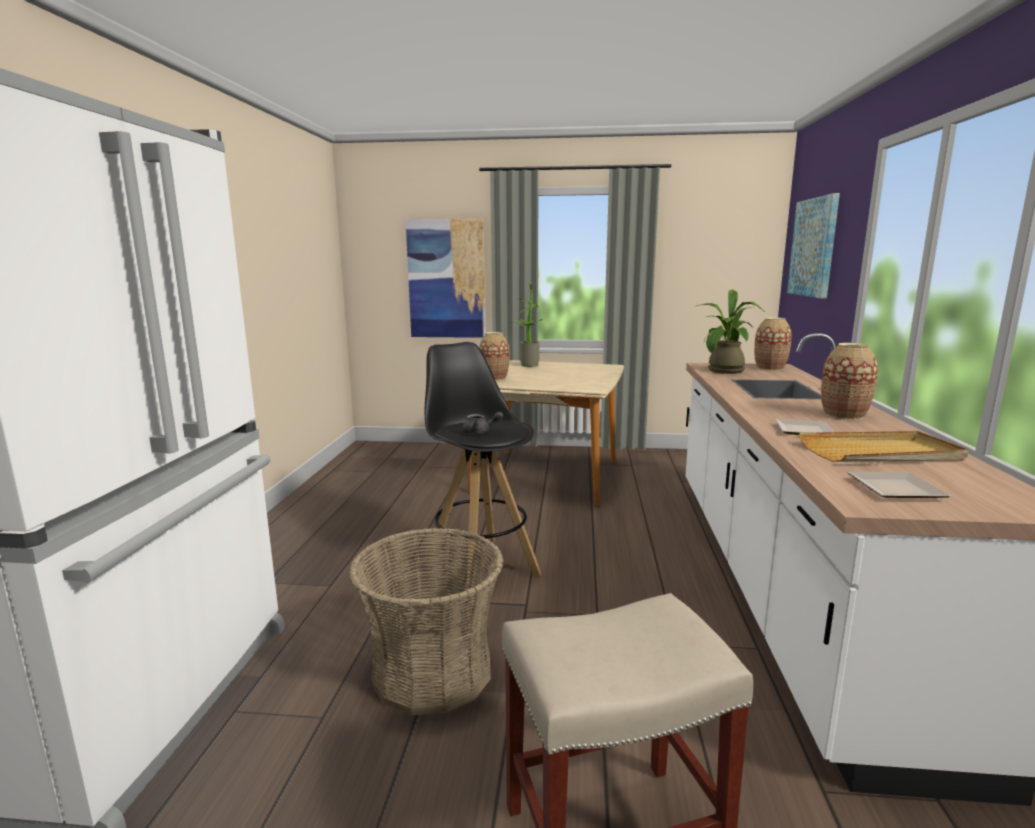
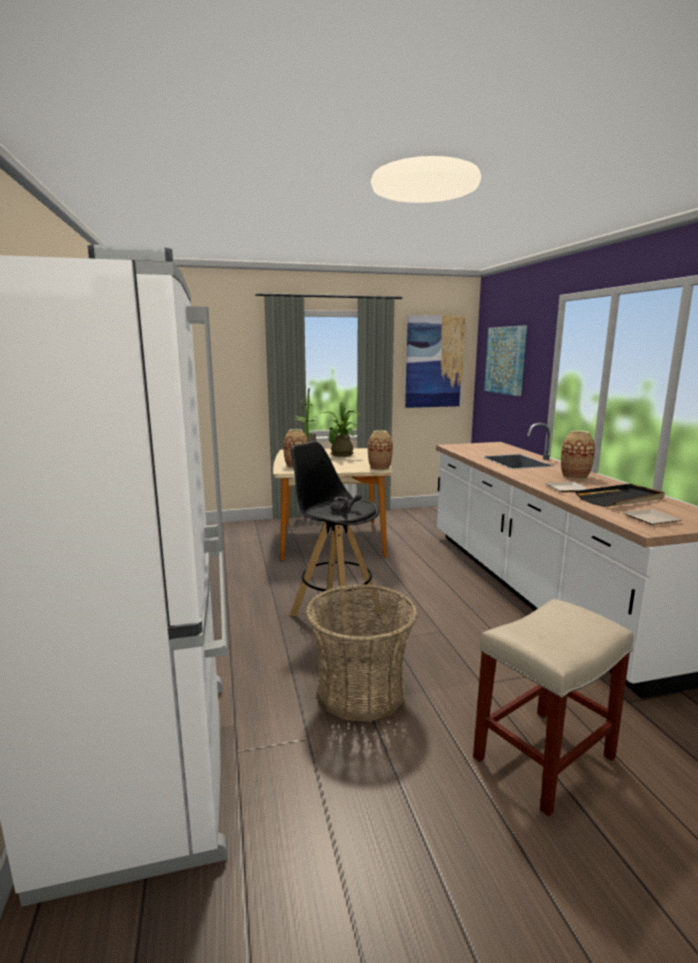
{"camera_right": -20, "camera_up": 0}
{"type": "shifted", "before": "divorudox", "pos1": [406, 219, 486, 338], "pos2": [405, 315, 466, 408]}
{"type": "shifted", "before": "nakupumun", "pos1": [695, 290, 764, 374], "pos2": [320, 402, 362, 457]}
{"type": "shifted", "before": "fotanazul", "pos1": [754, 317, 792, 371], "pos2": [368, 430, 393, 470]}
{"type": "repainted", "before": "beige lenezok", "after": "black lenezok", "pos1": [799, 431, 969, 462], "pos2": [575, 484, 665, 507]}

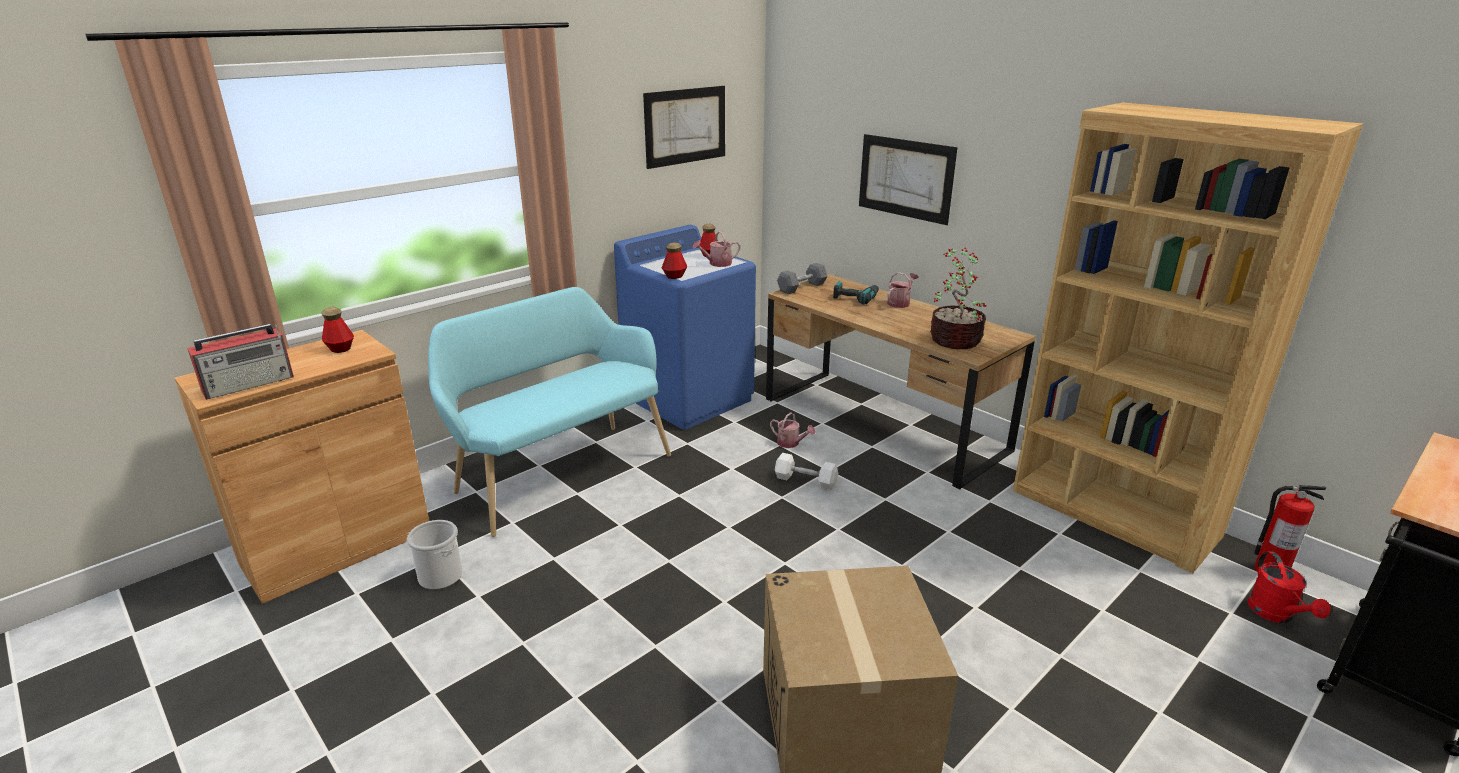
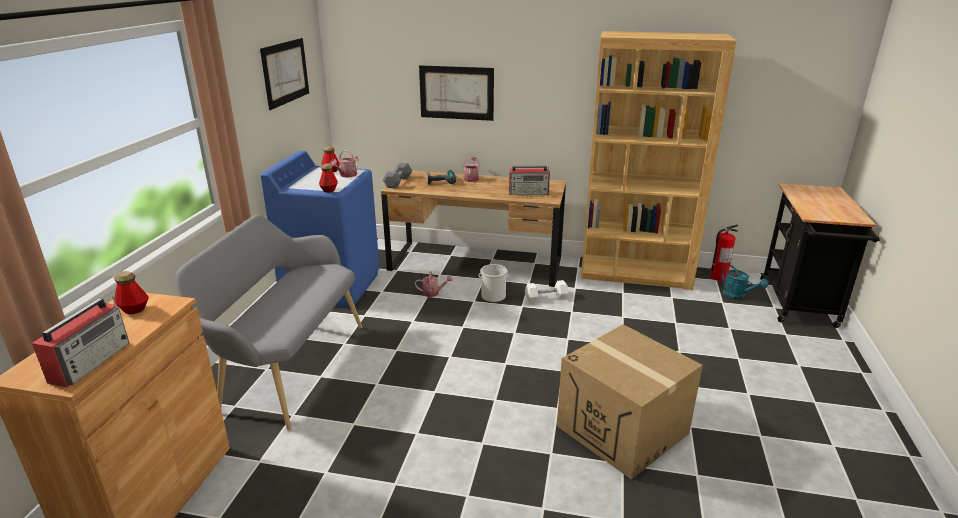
{"camera_right": -35, "camera_up": 0}
{"type": "swapped", "before": "nakupumun", "after": "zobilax", "pos1": [930, 247, 987, 349], "pos2": [509, 166, 550, 195]}
{"type": "repainted", "before": "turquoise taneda", "after": "grey taneda", "pos1": [428, 287, 671, 537], "pos2": [176, 215, 362, 430]}
{"type": "shifted", "before": "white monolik", "pos1": [775, 453, 838, 490], "pos2": [525, 280, 568, 302]}
{"type": "shifted", "before": "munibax", "pos1": [407, 520, 463, 590], "pos2": [478, 264, 509, 302]}
{"type": "repainted", "before": "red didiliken", "after": "turquoise didiliken", "pos1": [1247, 551, 1331, 623], "pos2": [721, 265, 768, 300]}

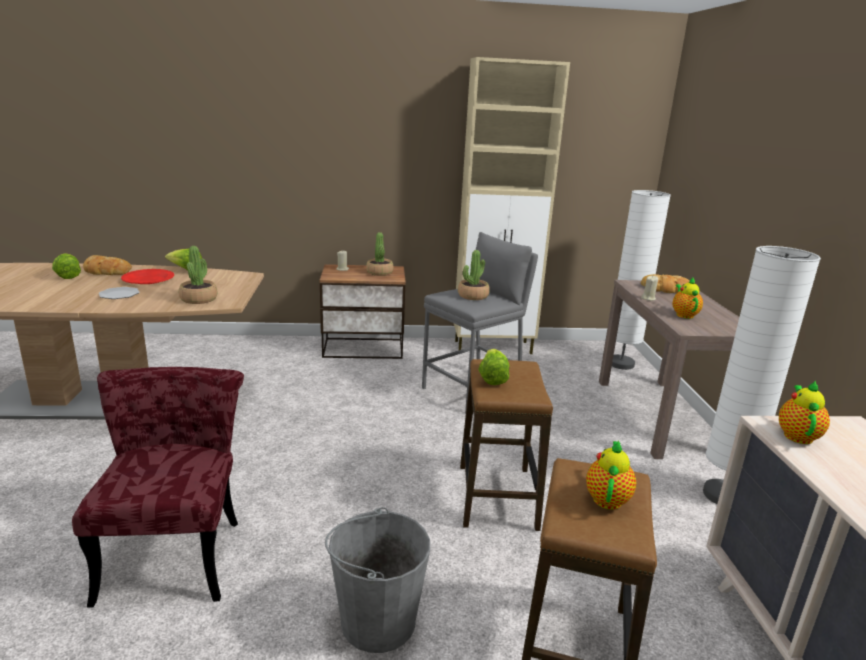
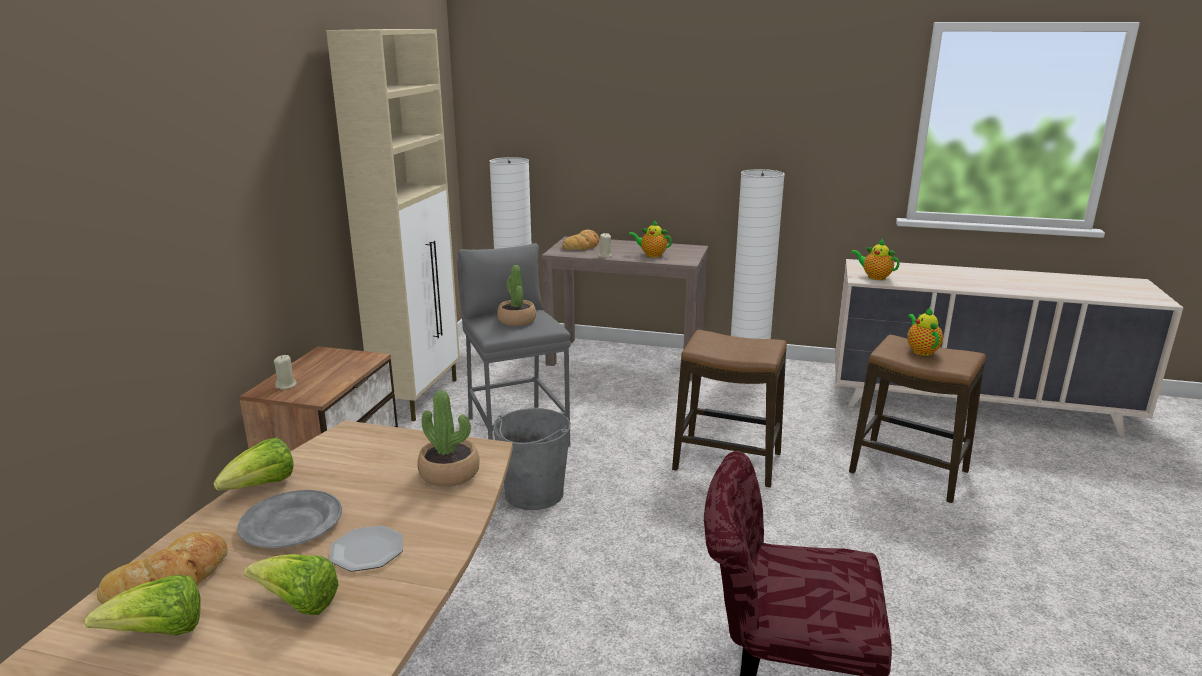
{"camera_right": -70, "camera_up": 0}
{"type": "gone", "before": "nakupumun", "pos1": [366, 232, 393, 276]}
{"type": "repainted", "before": "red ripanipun", "after": "grey ripanipun", "pos1": [121, 269, 174, 284], "pos2": [237, 490, 342, 548]}
{"type": "shifted", "before": "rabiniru", "pos1": [478, 349, 509, 385], "pos2": [244, 554, 339, 615]}
{"type": "rotated", "before": "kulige", "pos1": [586, 441, 636, 510], "pos2": [907, 307, 943, 356], "turn": 45}
{"type": "shifted", "before": "grey munibax", "pos1": [325, 507, 430, 653], "pos2": [493, 408, 571, 510]}

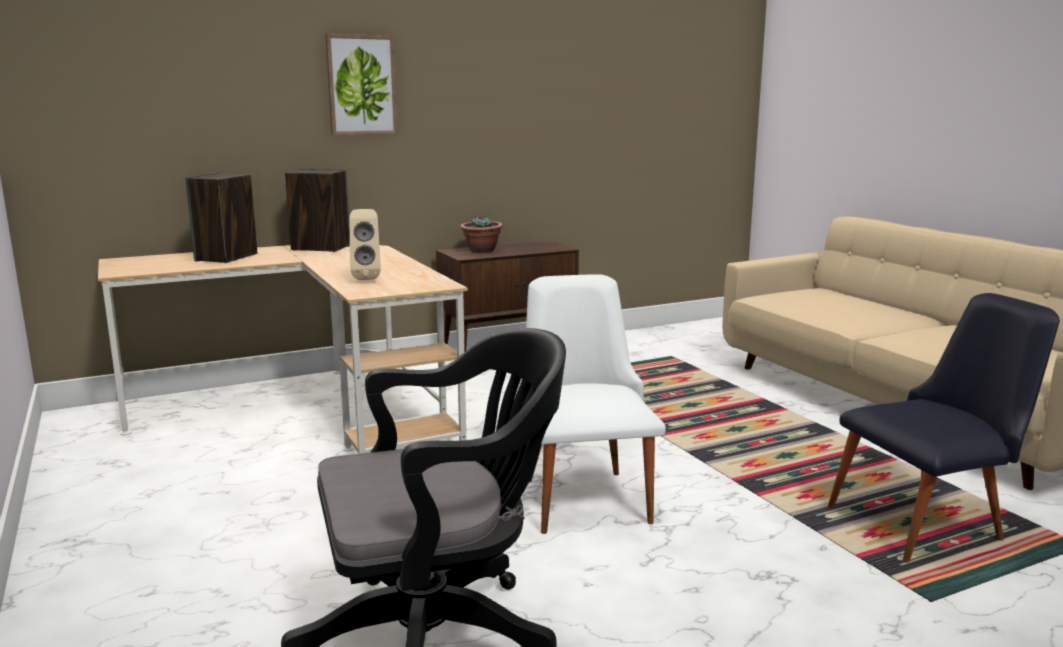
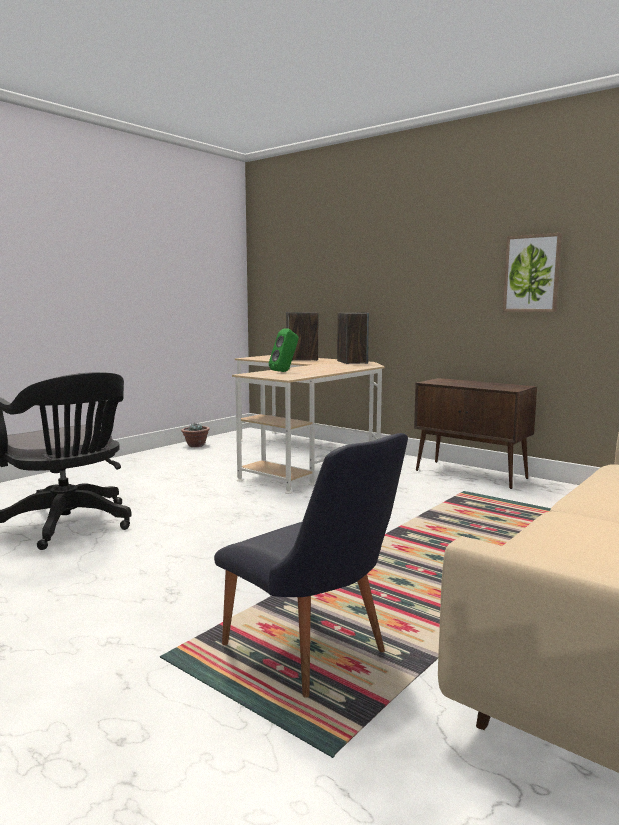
{"camera_right": 65, "camera_up": -5}
{"type": "shifted", "before": "divorudox", "pos1": [325, 34, 398, 135], "pos2": [503, 233, 562, 312]}
{"type": "repainted", "before": "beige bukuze", "after": "green bukuze", "pos1": [350, 209, 381, 280], "pos2": [269, 328, 299, 372]}
{"type": "shifted", "before": "nakupumun", "pos1": [460, 216, 503, 253], "pos2": [181, 423, 210, 447]}
{"type": "gone", "before": "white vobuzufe", "pos1": [517, 274, 666, 534]}

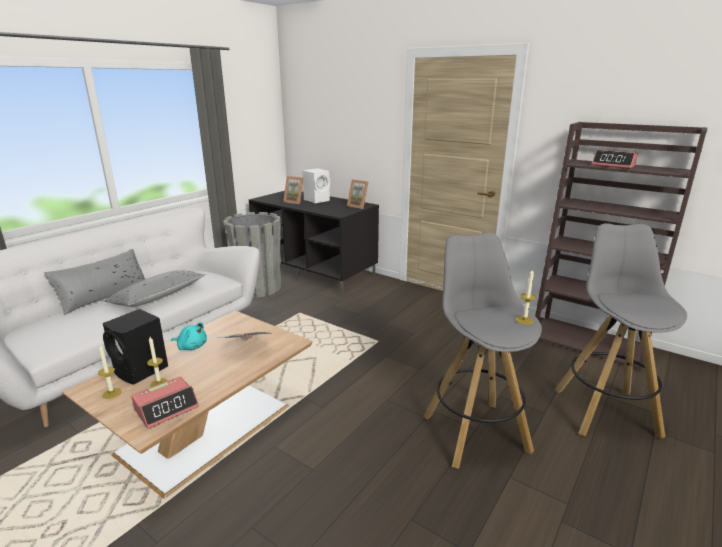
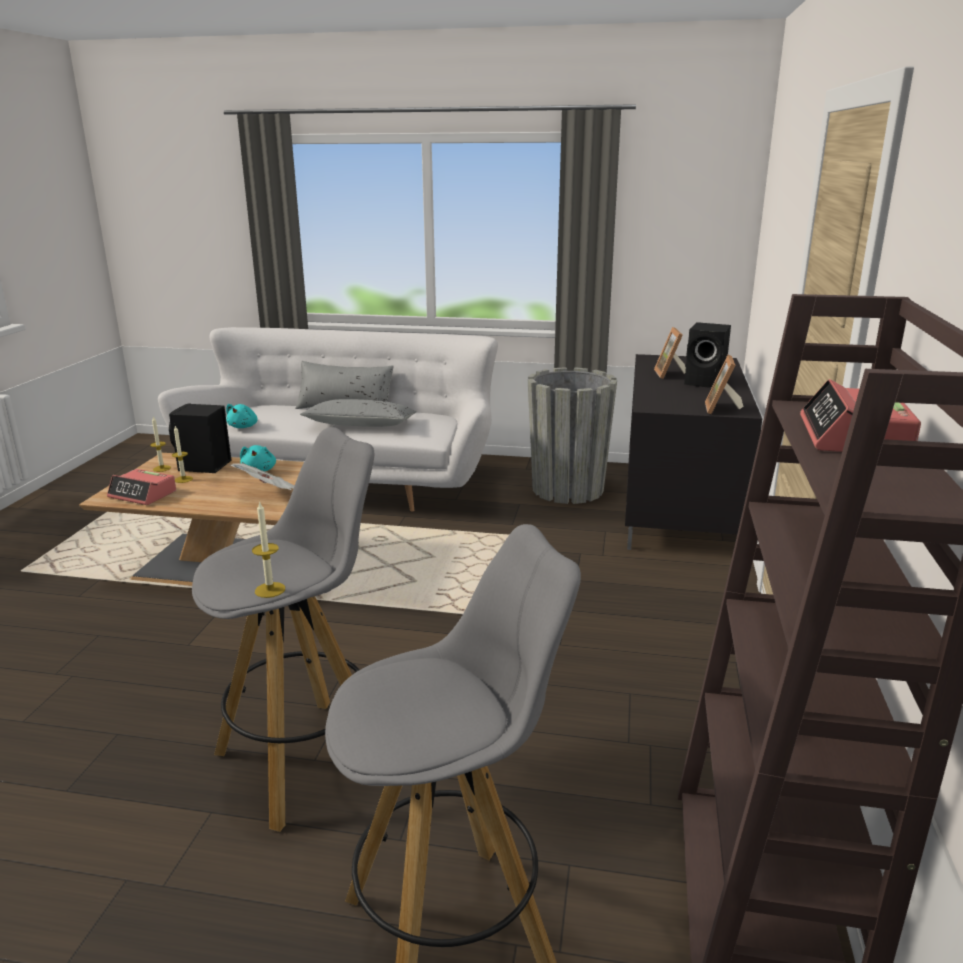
{"camera_right": 65, "camera_up": 0}
{"type": "repainted", "before": "white bukuze", "after": "black bukuze", "pos1": [302, 168, 330, 203], "pos2": [684, 322, 731, 388]}
{"type": "new", "after": "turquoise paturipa", "pos2": [226, 404, 258, 428]}

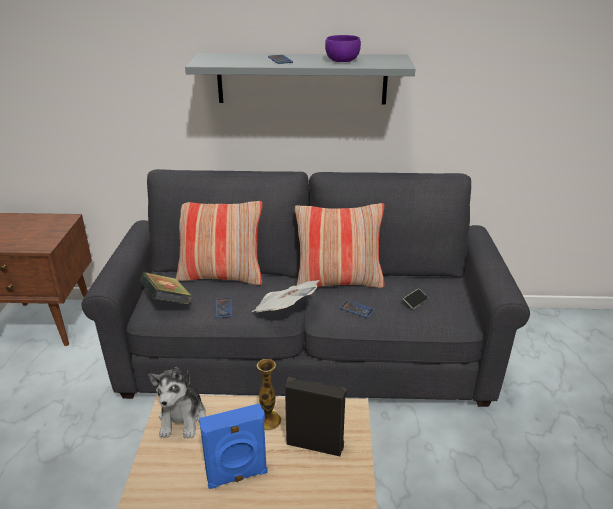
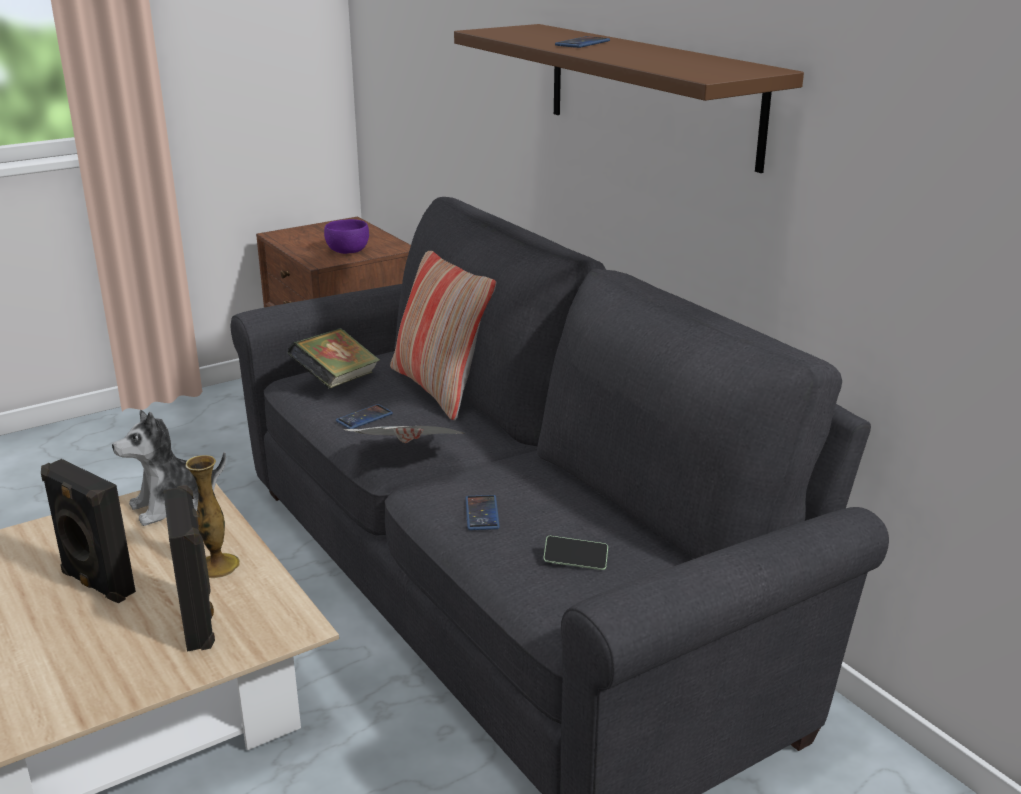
{"camera_right": 55, "camera_up": -5}
{"type": "shifted", "before": "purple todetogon", "pos1": [325, 35, 361, 62], "pos2": [324, 219, 369, 254]}
{"type": "repainted", "before": "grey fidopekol", "after": "brown fidopekol", "pos1": [185, 53, 415, 104], "pos2": [454, 24, 804, 173]}
{"type": "gone", "before": "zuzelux", "pos1": [295, 203, 385, 288]}
{"type": "repainted", "before": "blue bukuze", "after": "black bukuze", "pos1": [199, 403, 268, 489], "pos2": [41, 459, 136, 603]}

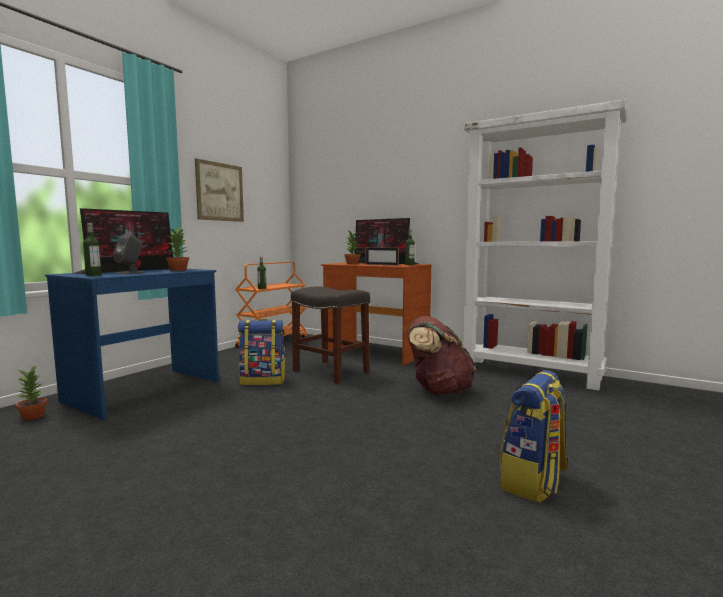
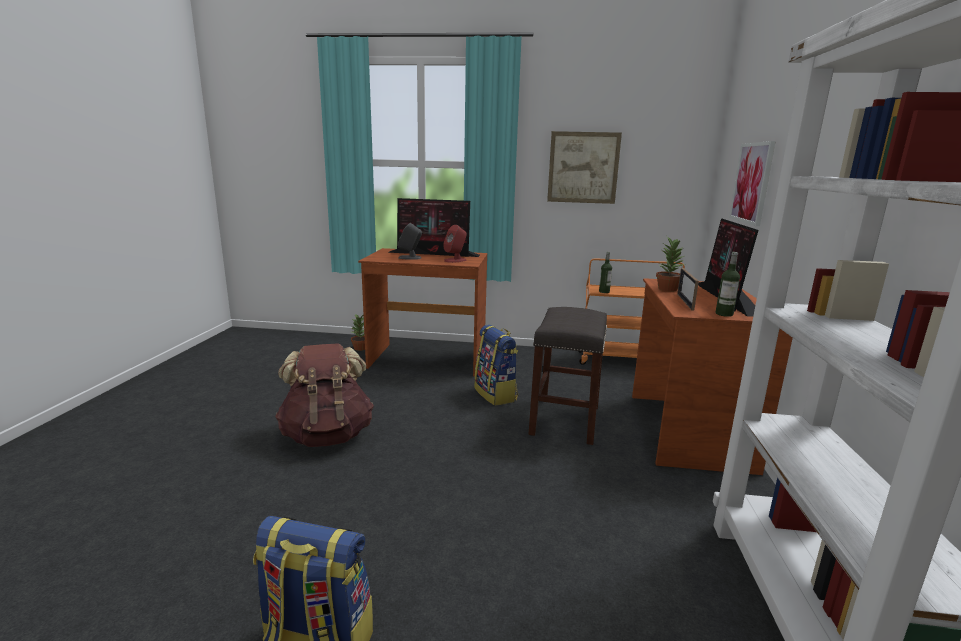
{"camera_right": 65, "camera_up": 10}
{"type": "gone", "before": "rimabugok", "pos1": [83, 223, 102, 276]}
{"type": "swapped", "before": "nakupumun", "after": "red bukuze", "pos1": [166, 227, 189, 271], "pos2": [443, 225, 467, 263]}
{"type": "repainted", "before": "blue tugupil", "after": "brown tugupil", "pos1": [45, 269, 219, 420], "pos2": [358, 248, 488, 377]}
{"type": "shifted", "before": "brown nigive", "pos1": [407, 316, 476, 395], "pos2": [275, 343, 374, 447]}
{"type": "new", "after": "divorudox", "pos2": [729, 141, 776, 226]}

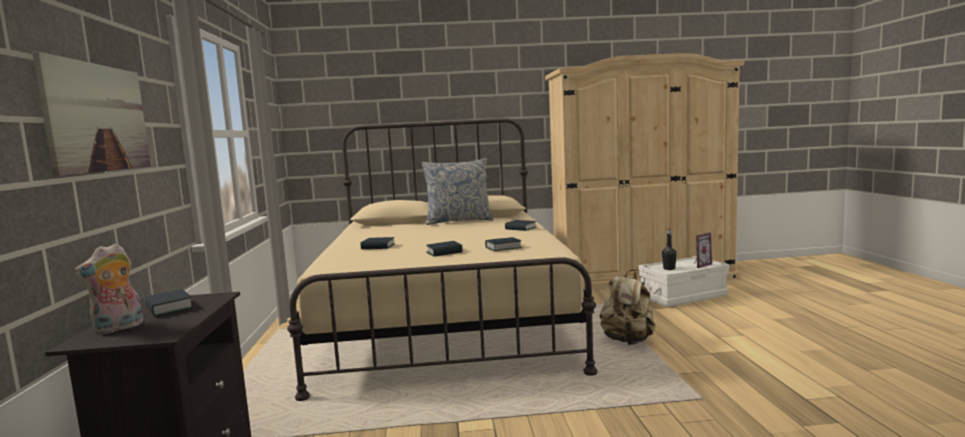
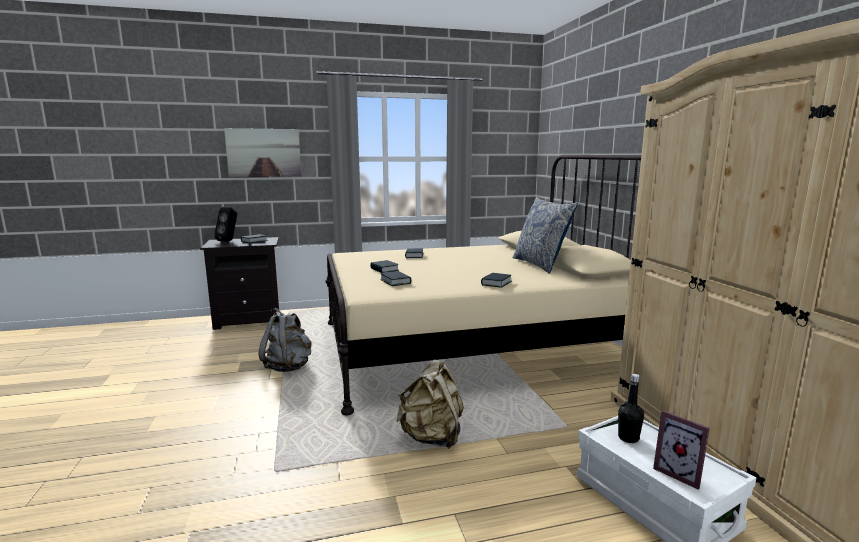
{"camera_right": 80, "camera_up": 5}
{"type": "swapped", "before": "paturipa", "after": "black bukuze", "pos1": [74, 243, 143, 334], "pos2": [214, 206, 237, 241]}
{"type": "new", "after": "grey nigive", "pos2": [259, 308, 311, 372]}

